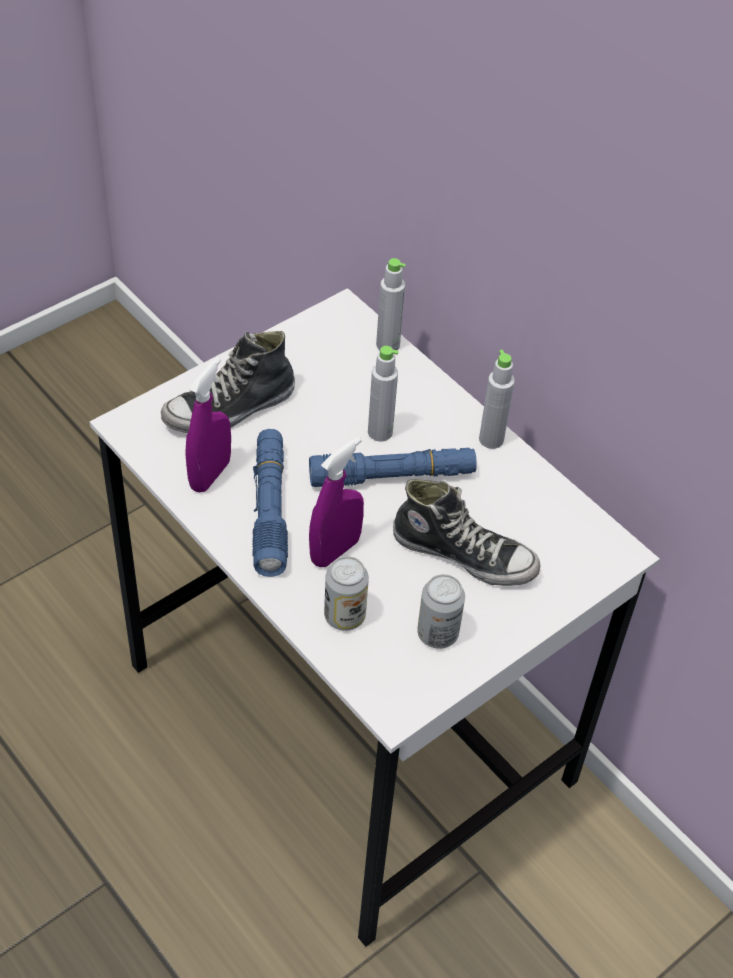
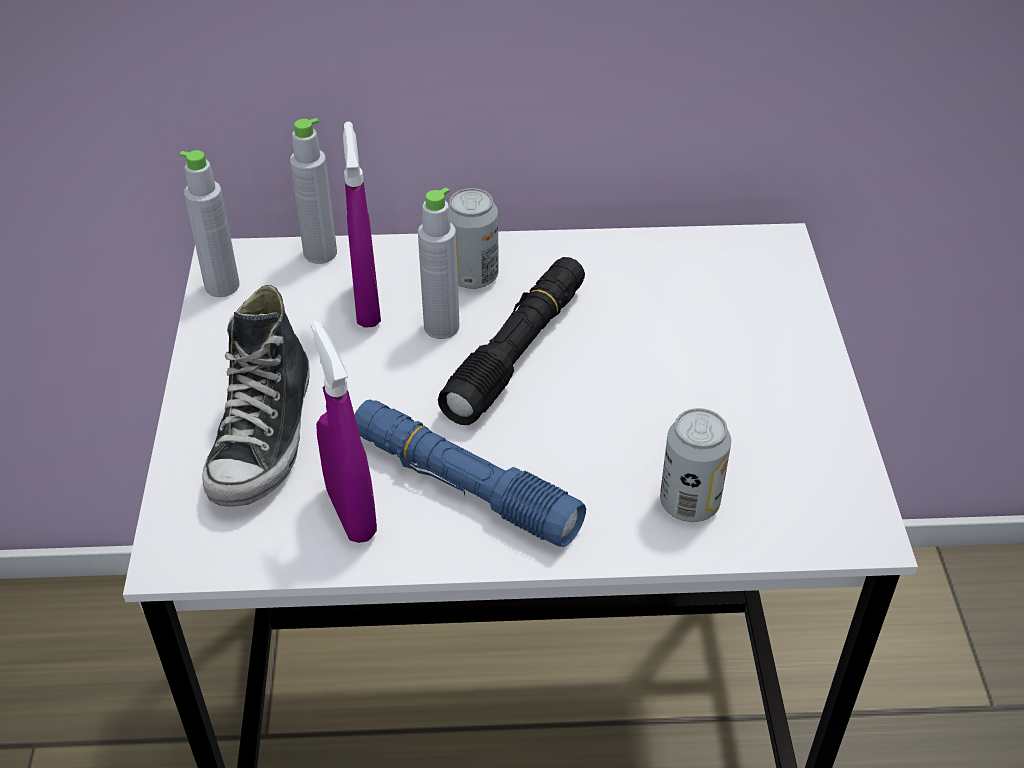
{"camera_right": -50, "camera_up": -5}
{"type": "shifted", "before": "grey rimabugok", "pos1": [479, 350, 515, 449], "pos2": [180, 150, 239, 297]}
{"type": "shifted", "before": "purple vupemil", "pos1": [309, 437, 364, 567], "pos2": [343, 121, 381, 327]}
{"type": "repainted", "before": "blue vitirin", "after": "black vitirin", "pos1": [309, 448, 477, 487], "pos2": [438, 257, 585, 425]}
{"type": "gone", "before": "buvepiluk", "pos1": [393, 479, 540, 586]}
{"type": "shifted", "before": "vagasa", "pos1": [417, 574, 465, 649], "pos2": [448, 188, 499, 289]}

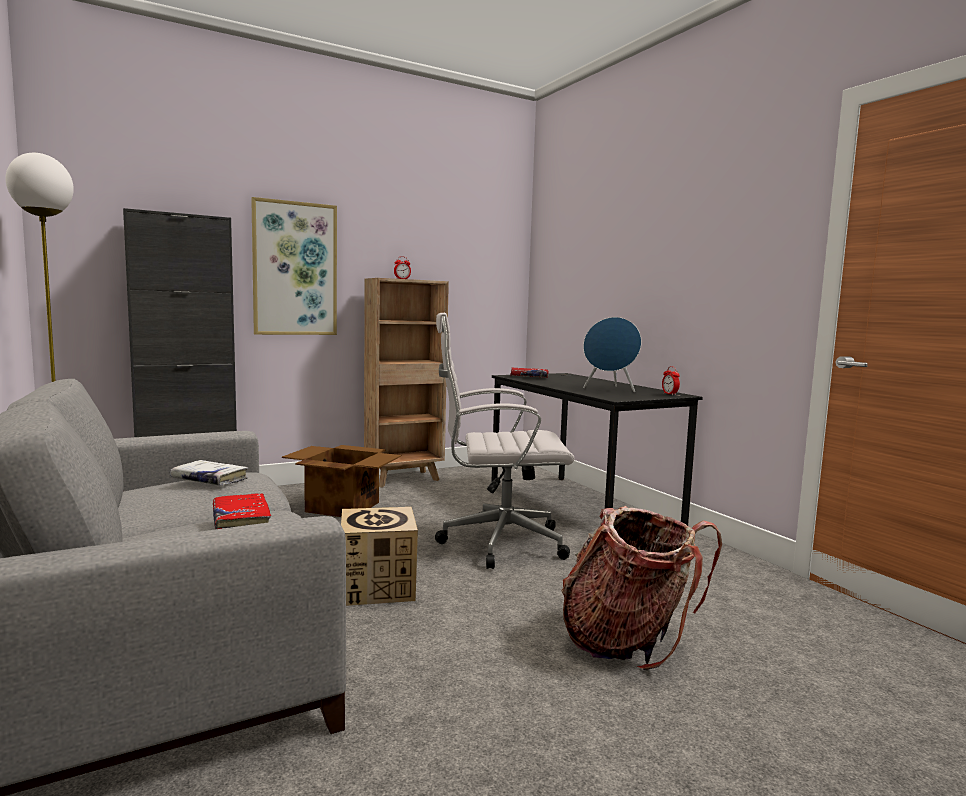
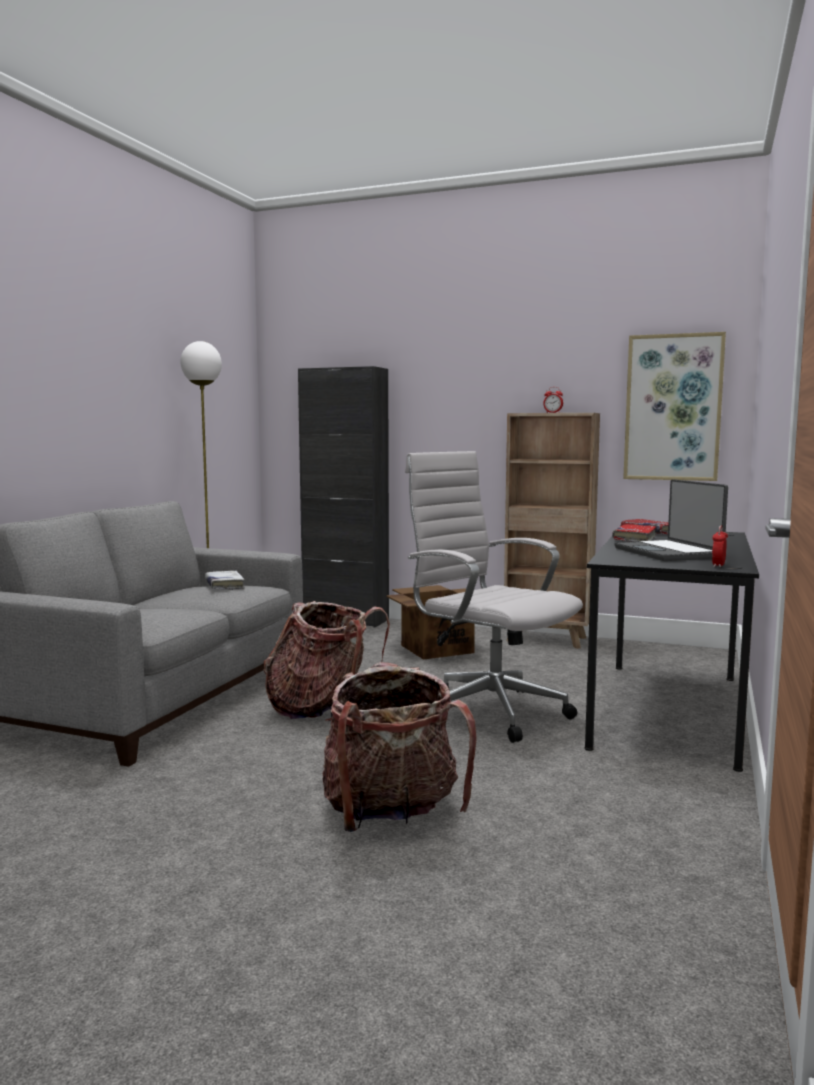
{"camera_right": 50, "camera_up": 0}
{"type": "shifted", "before": "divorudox", "pos1": [251, 197, 337, 335], "pos2": [623, 332, 726, 481]}
{"type": "swapped", "before": "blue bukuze", "after": "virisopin", "pos1": [583, 317, 642, 392], "pos2": [614, 479, 728, 561]}
{"type": "shifted", "before": "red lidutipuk", "pos1": [213, 493, 271, 529], "pos2": [612, 524, 656, 542]}
{"type": "swapped", "before": "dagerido", "after": "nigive", "pos1": [341, 507, 418, 606], "pos2": [264, 601, 390, 721]}

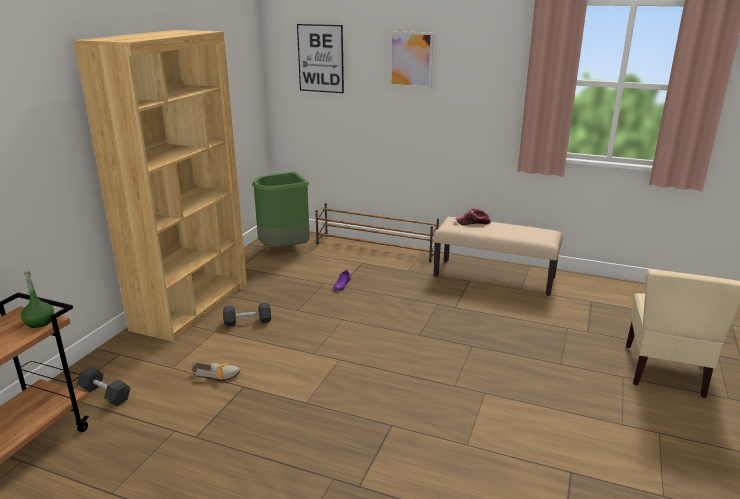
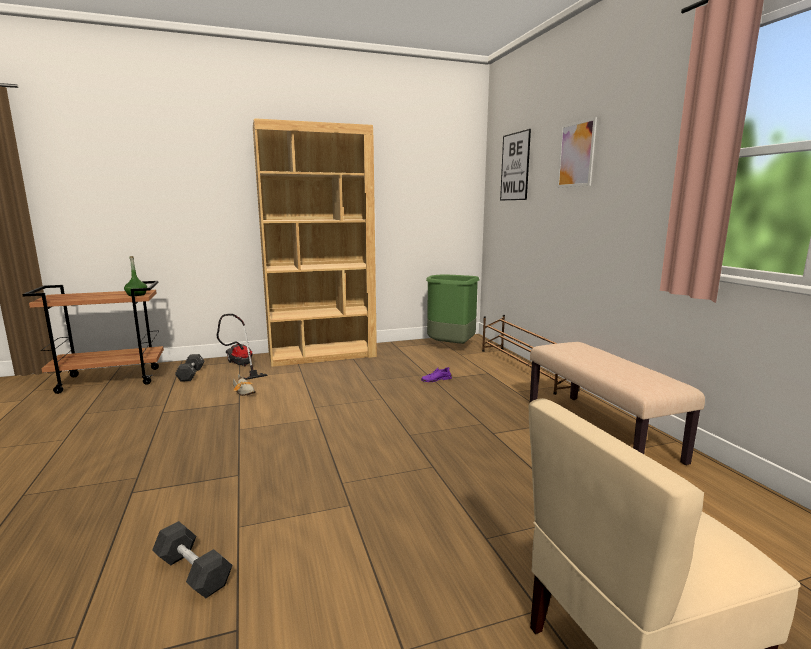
{"camera_right": 50, "camera_up": -10}
{"type": "gone", "before": "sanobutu", "pos1": [455, 208, 491, 225]}
{"type": "shifted", "before": "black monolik", "pos1": [223, 303, 271, 327], "pos2": [152, 521, 233, 598]}
{"type": "new", "after": "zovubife", "pos2": [217, 314, 268, 380]}

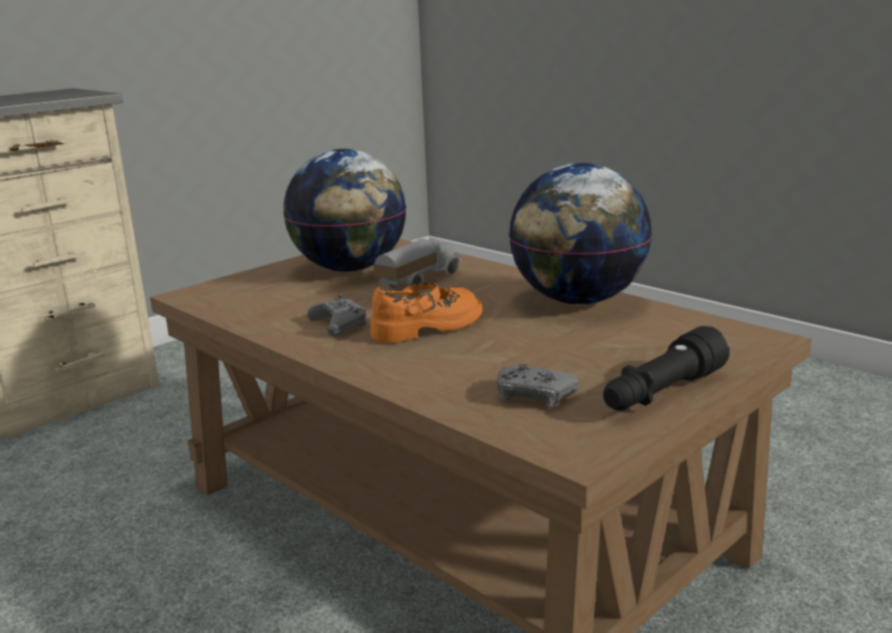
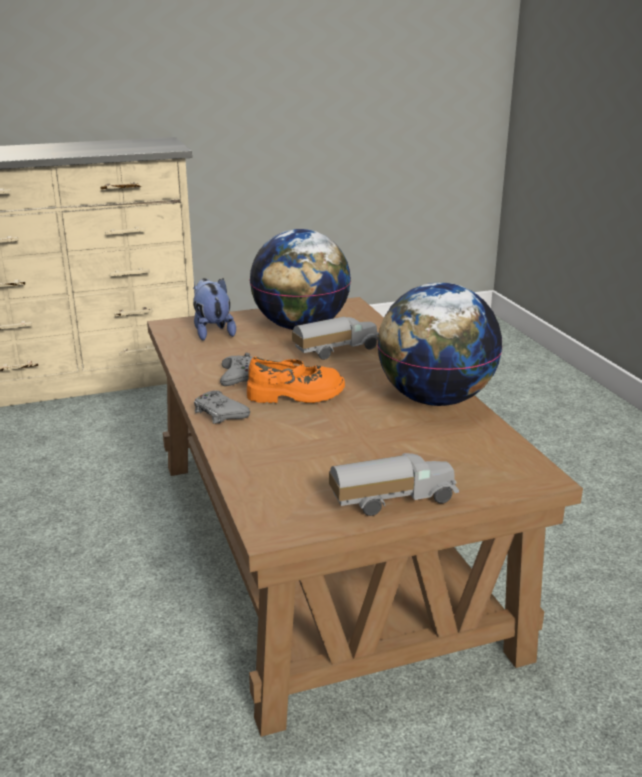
{"camera_right": 25, "camera_up": 5}
{"type": "swapped", "before": "black vitirin", "after": "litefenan", "pos1": [603, 326, 730, 411], "pos2": [329, 453, 459, 516]}
{"type": "shifted", "before": "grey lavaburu", "pos1": [497, 364, 580, 408], "pos2": [194, 390, 250, 424]}
{"type": "new", "after": "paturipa", "pos2": [193, 278, 236, 341]}

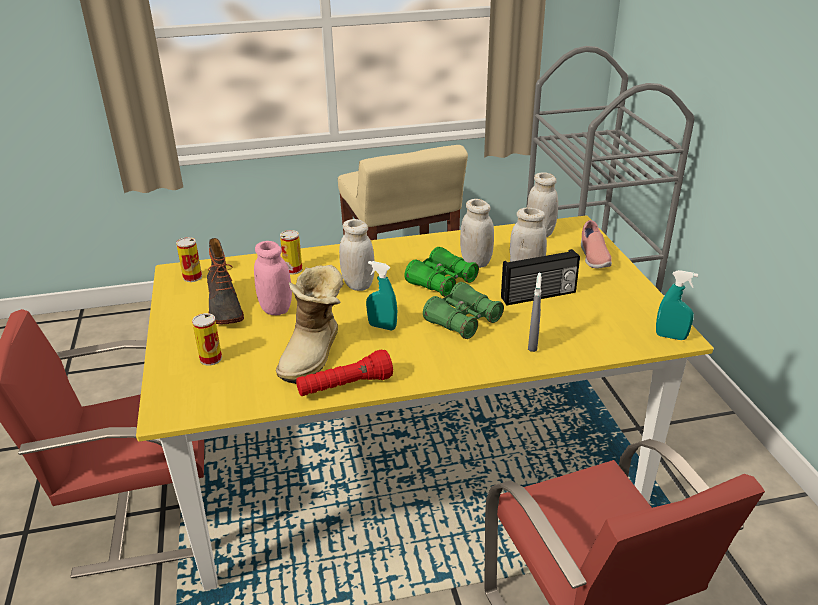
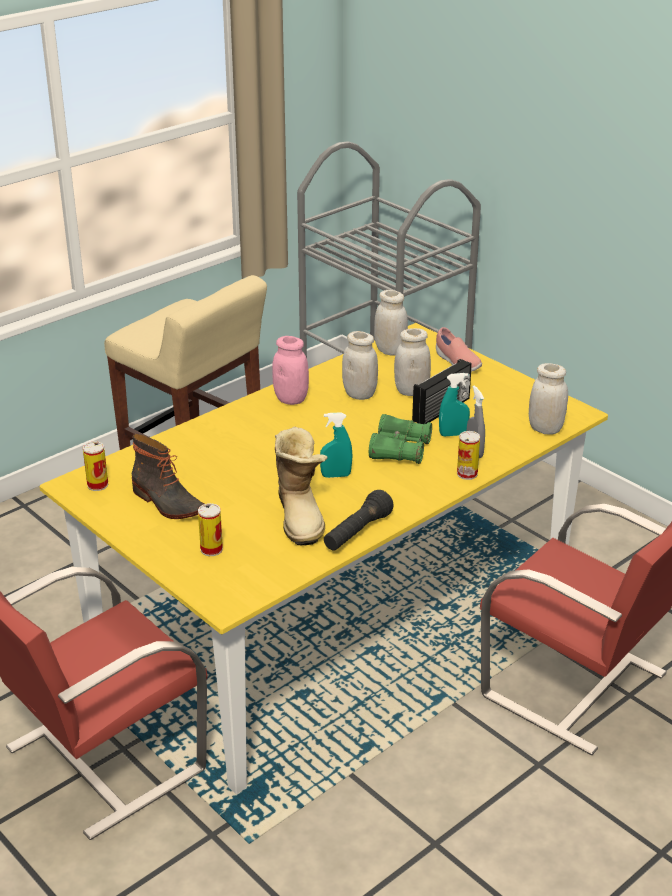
{"camera_right": -30, "camera_up": 0}
{"type": "shifted", "before": "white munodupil", "pos1": [339, 219, 375, 291], "pos2": [529, 363, 568, 435]}
{"type": "shifted", "before": "vagasa", "pos1": [280, 230, 302, 274], "pos2": [457, 431, 480, 480]}
{"type": "shifted", "before": "pink munodupil", "pos1": [254, 241, 292, 315], "pos2": [272, 336, 309, 405]}
{"type": "gone", "before": "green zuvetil", "pos1": [404, 247, 479, 297]}
{"type": "shifted", "before": "turquoise vupemil", "pos1": [656, 270, 698, 340], "pos2": [439, 373, 470, 436]}
{"type": "repainted", "before": "red vitirin", "after": "black vitirin", "pos1": [296, 349, 393, 396], "pos2": [324, 490, 394, 551]}

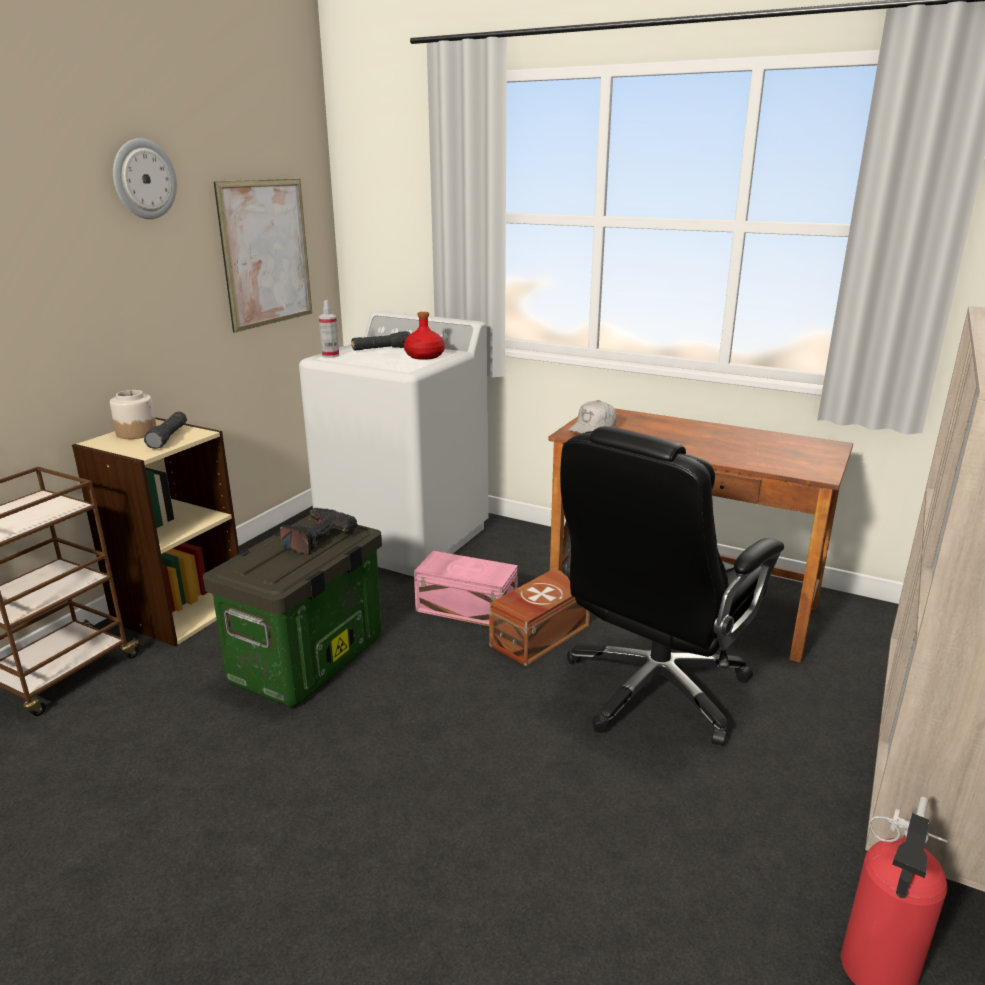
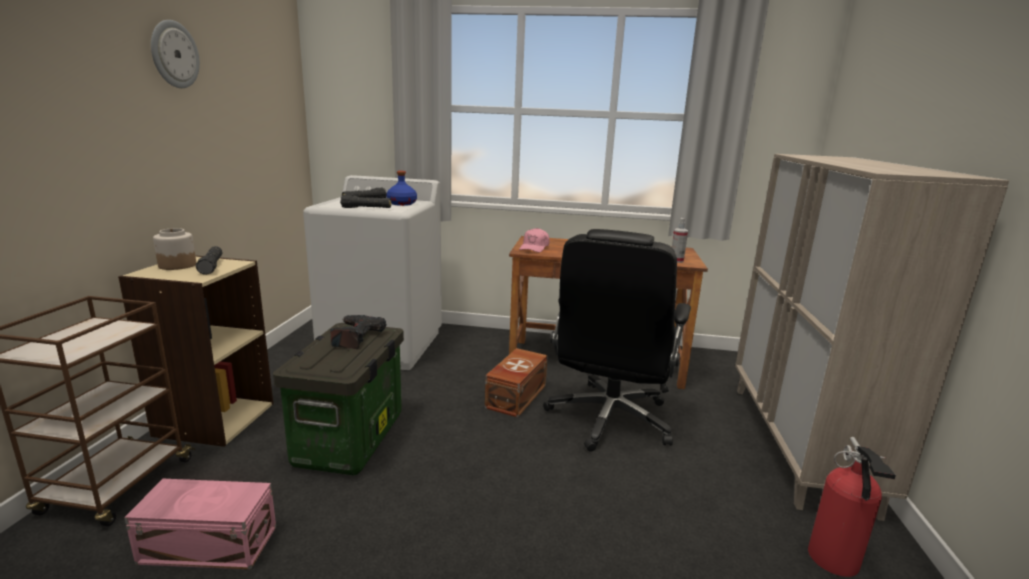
{"camera_right": -20, "camera_up": -5}
{"type": "gone", "before": "divorudox", "pos1": [214, 179, 312, 333]}
{"type": "shifted", "before": "vupemil", "pos1": [319, 300, 339, 358], "pos2": [672, 218, 688, 263]}
{"type": "repainted", "before": "red rimabugok", "after": "blue rimabugok", "pos1": [404, 312, 445, 360], "pos2": [386, 171, 417, 206]}
{"type": "repainted", "before": "white sanobutu", "after": "pink sanobutu", "pos1": [568, 400, 617, 433], "pos2": [519, 228, 550, 252]}
{"type": "shifted", "before": "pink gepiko", "pos1": [414, 551, 518, 626], "pos2": [124, 479, 276, 569]}
{"type": "new", "after": "black vitirin", "pos2": [340, 195, 391, 208]}

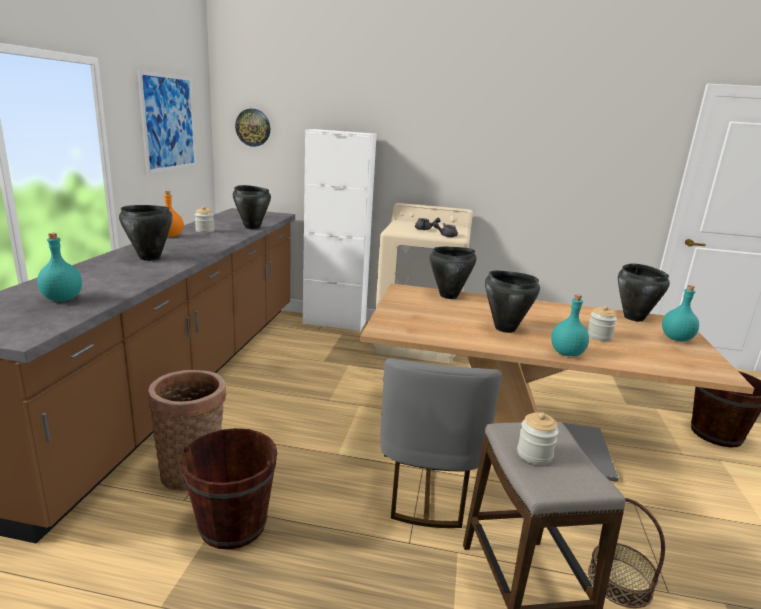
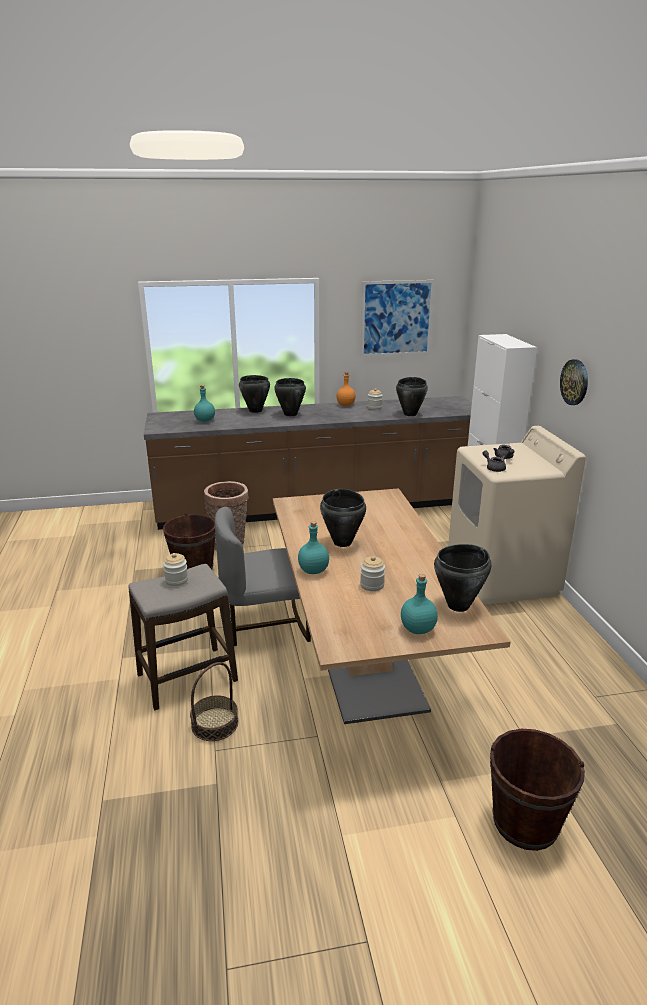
{"camera_right": 70, "camera_up": 5}
{"type": "shifted", "before": "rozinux", "pos1": [235, 109, 270, 147], "pos2": [560, 359, 588, 405]}
{"type": "shifted", "before": "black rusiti", "pos1": [430, 247, 476, 299], "pos2": [239, 375, 270, 413]}

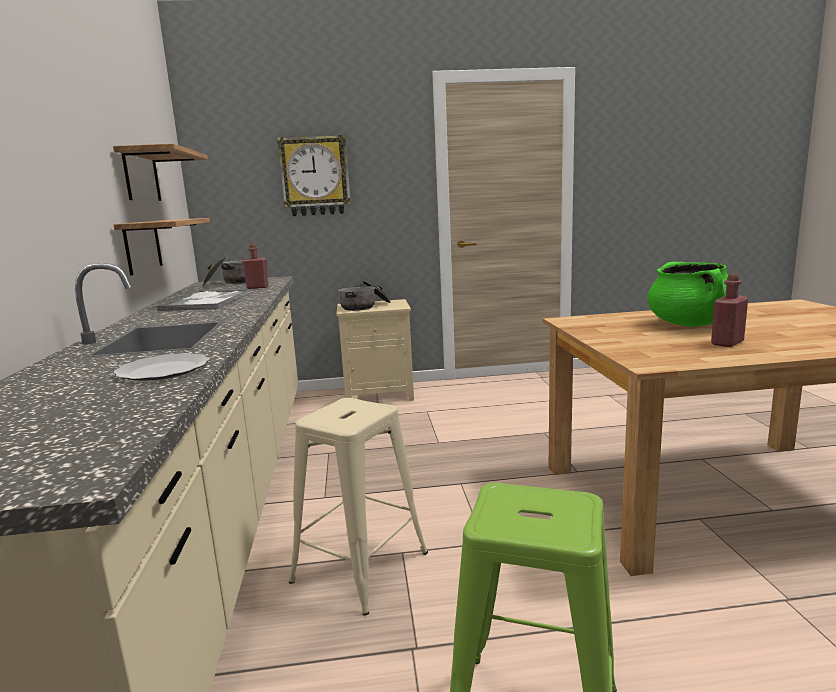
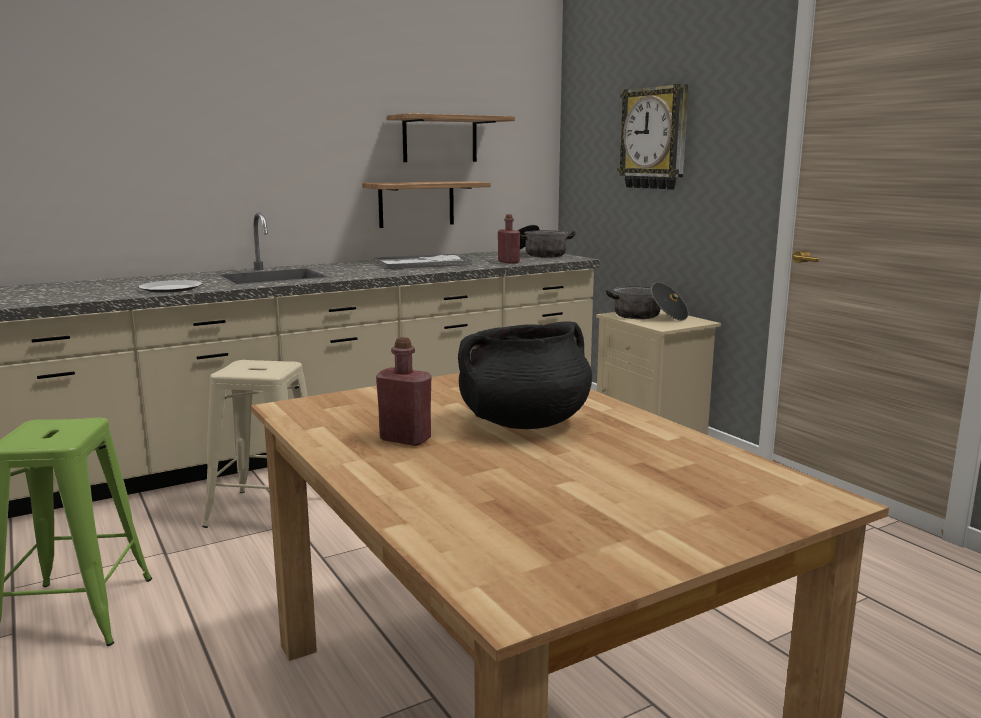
{"camera_right": 65, "camera_up": 0}
{"type": "repainted", "before": "green rusiti", "after": "black rusiti", "pos1": [647, 262, 728, 327], "pos2": [458, 321, 592, 429]}

